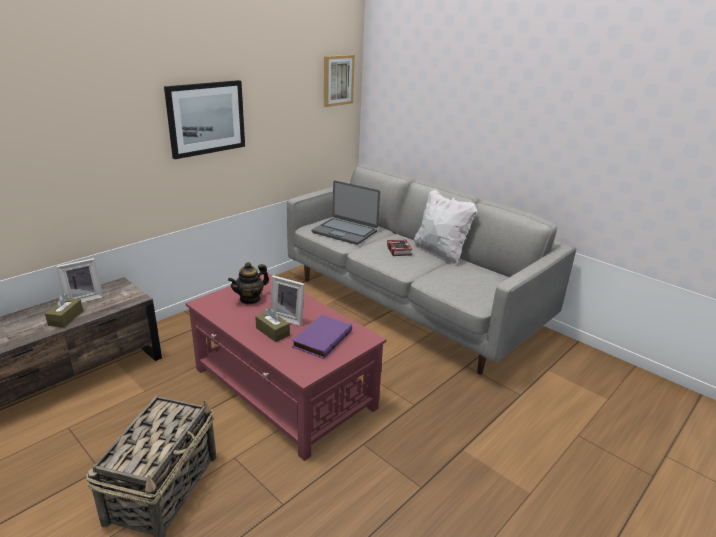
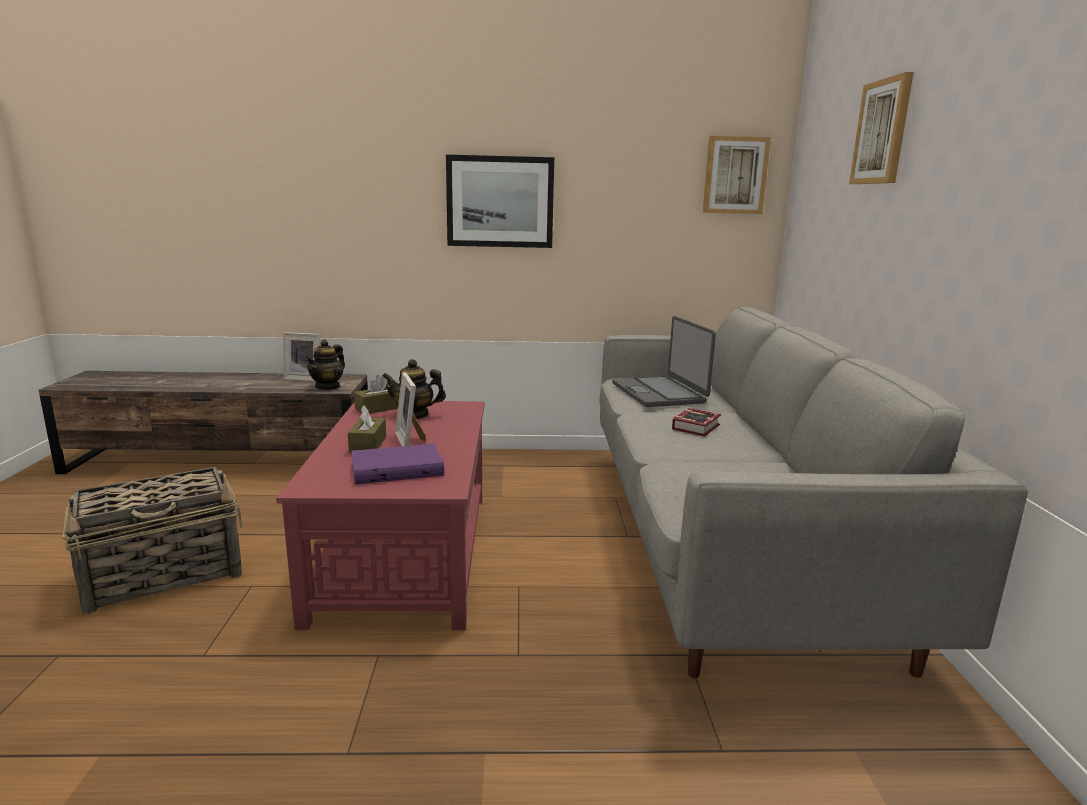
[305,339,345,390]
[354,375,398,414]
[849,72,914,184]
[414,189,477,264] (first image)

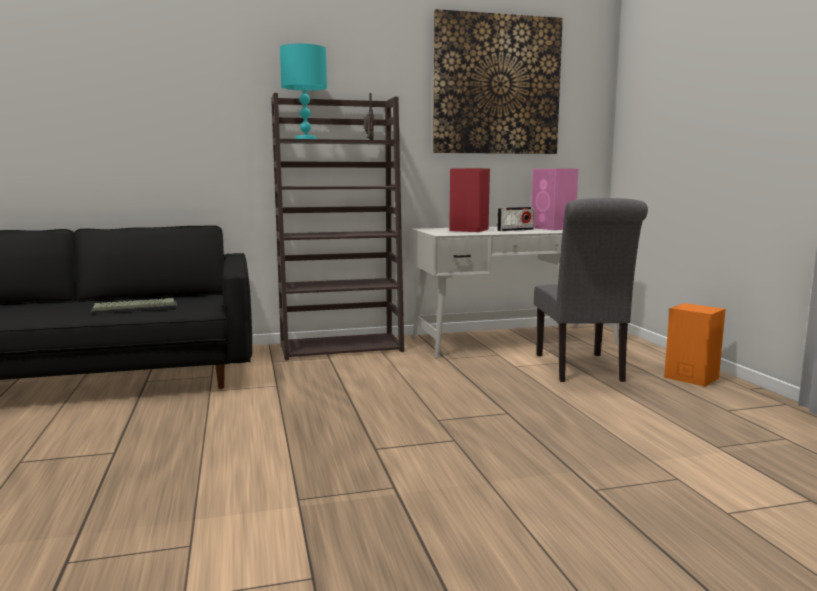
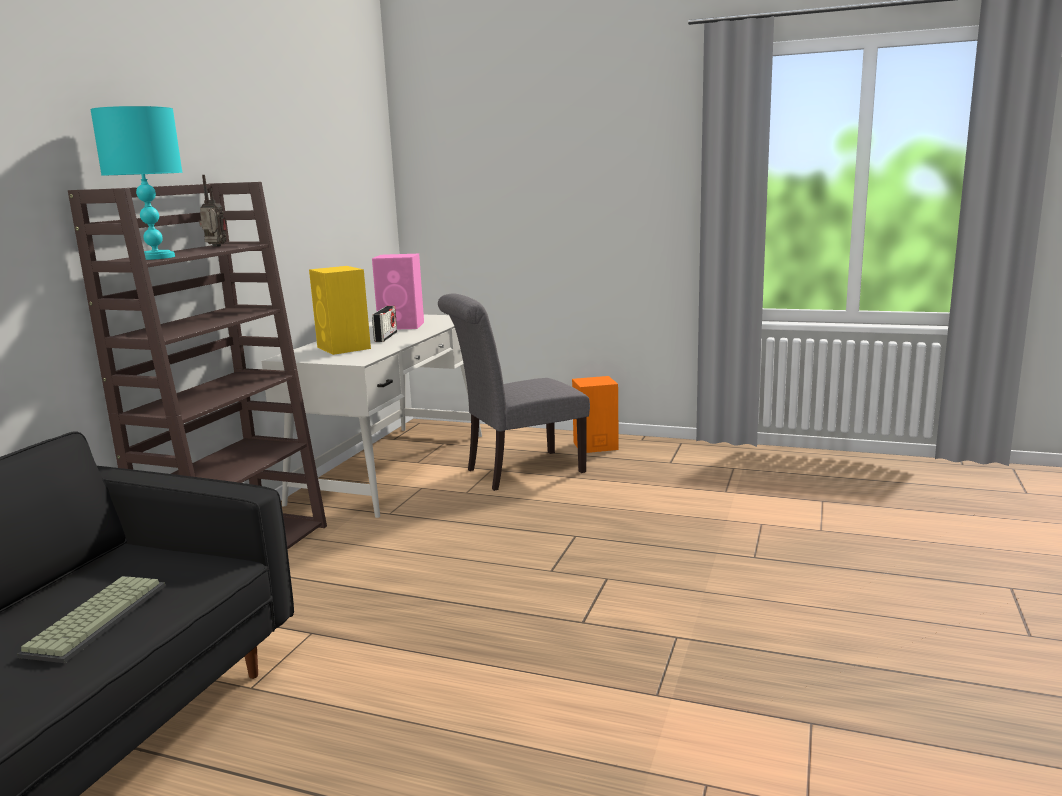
[309,266,371,355]
[438,294,590,491]
[433,9,563,154] (first image)

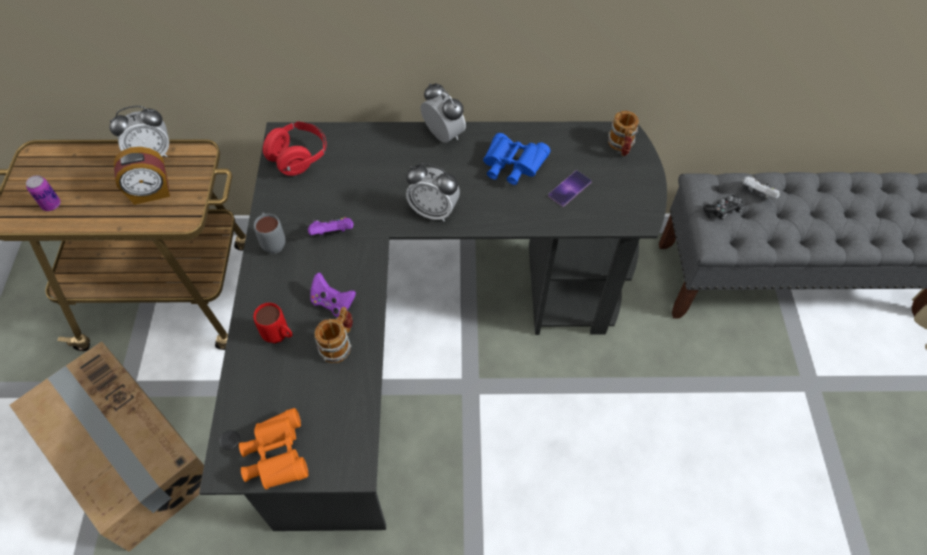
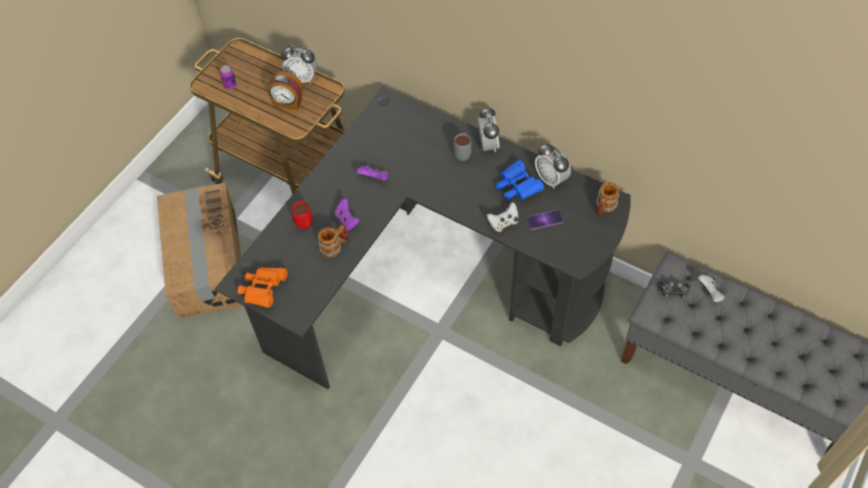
[454,132,471,161]
[487,202,518,232]
[535,143,571,189]
[263,121,327,176] (first image)

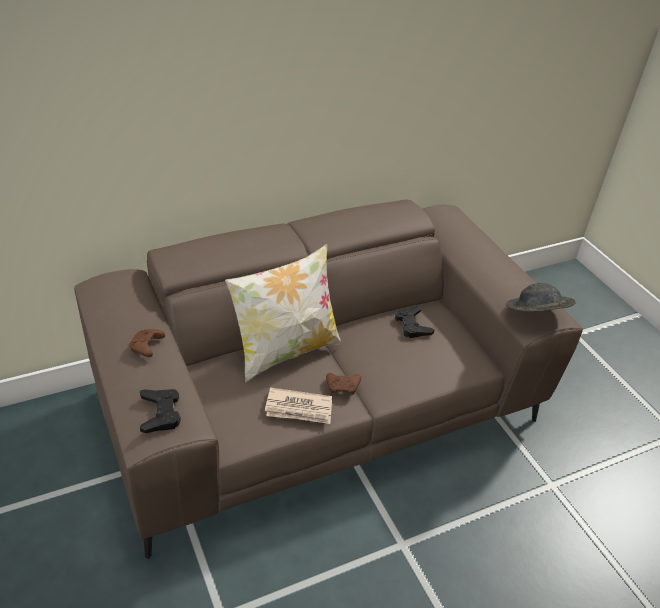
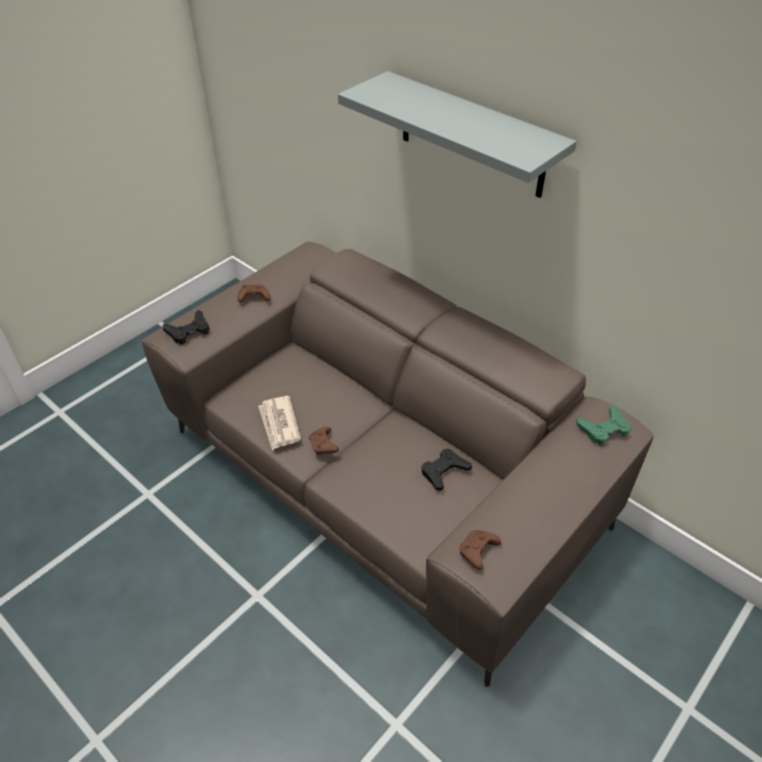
[338,71,577,198]
[459,530,501,570]
[576,404,631,445]
[225,244,341,383] (first image)

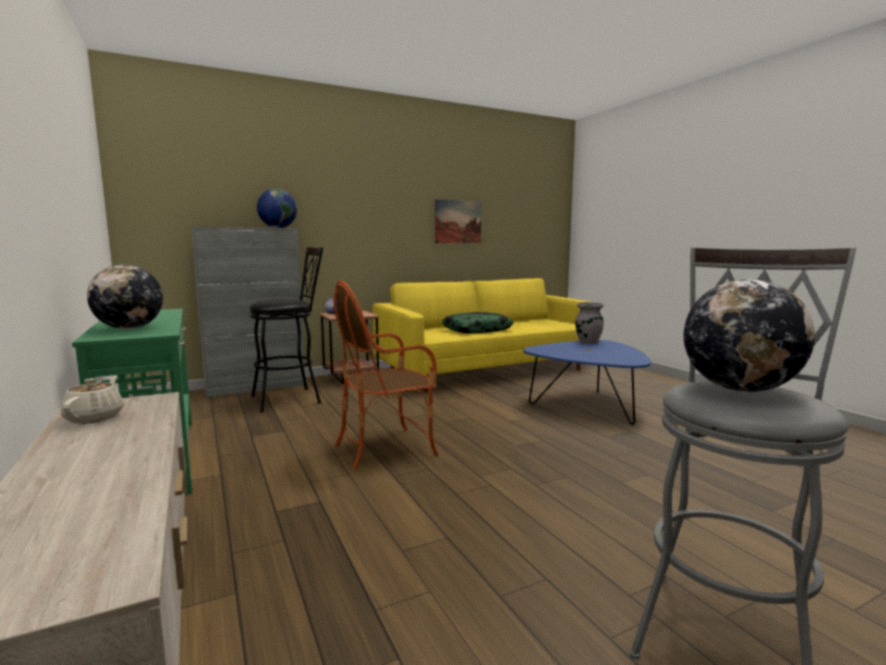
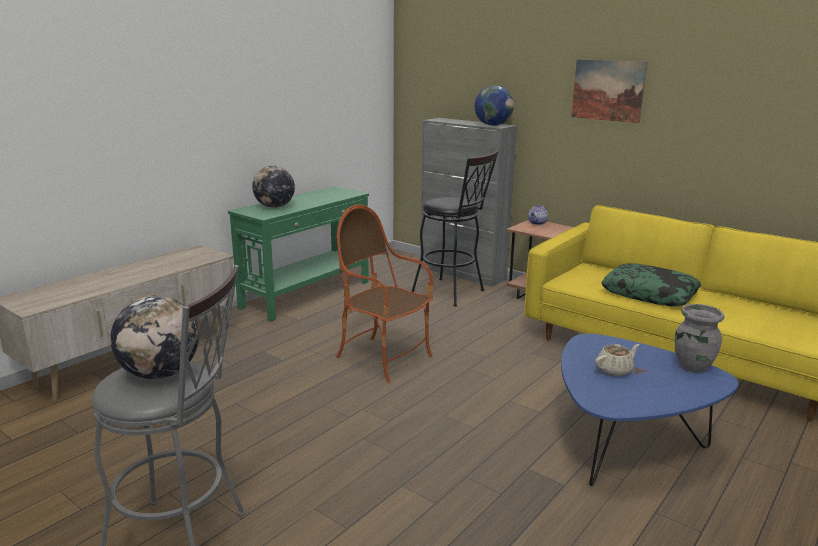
[571,59,647,123]
[595,344,639,376]

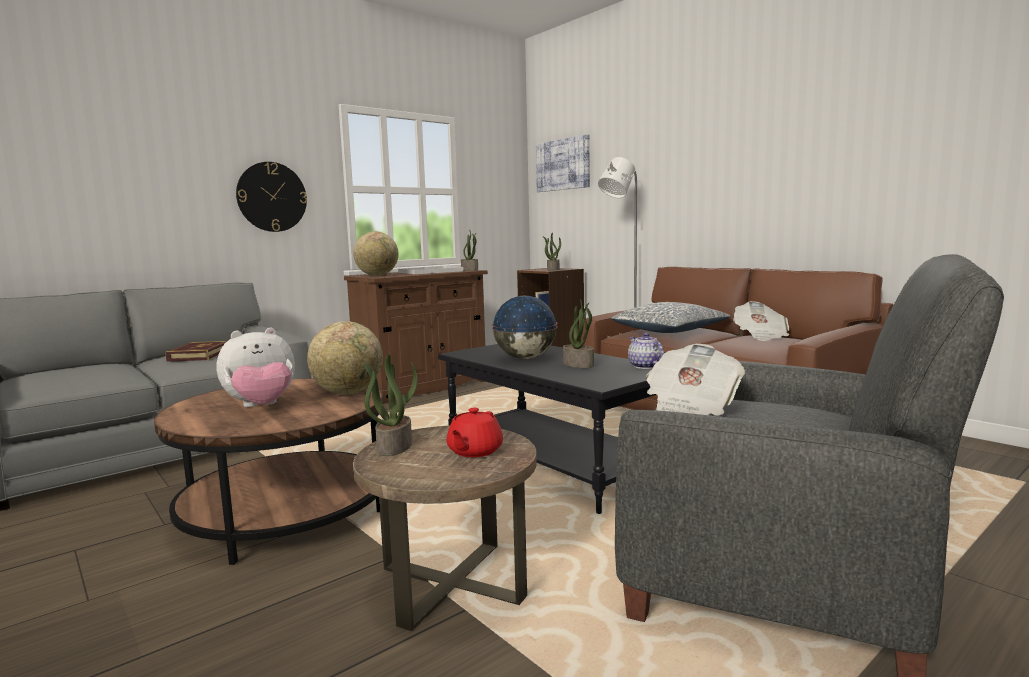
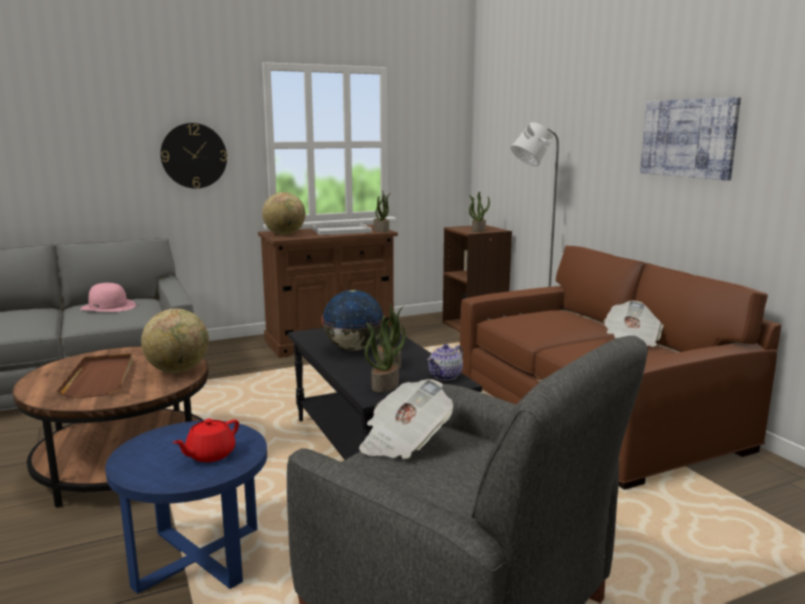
[57,354,132,398]
[80,283,136,312]
[105,420,267,594]
[365,318,406,393]
[427,344,463,381]
[640,97,741,181]
[611,302,730,333] (first image)

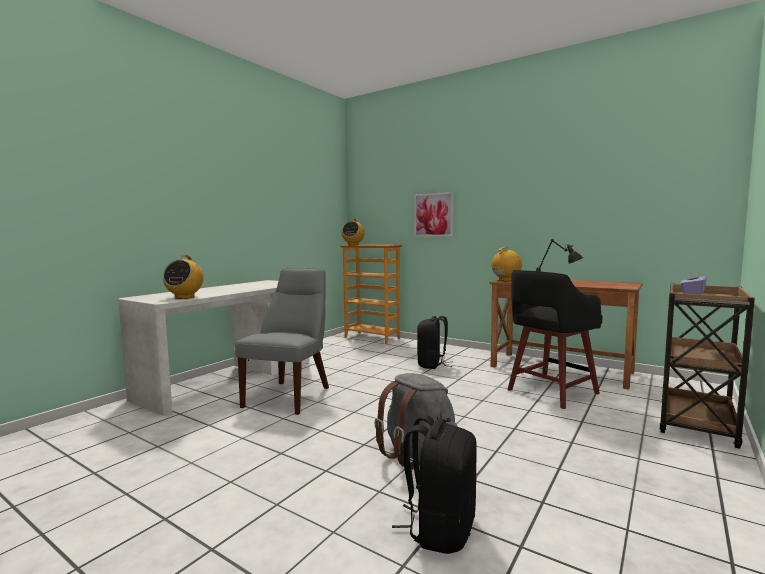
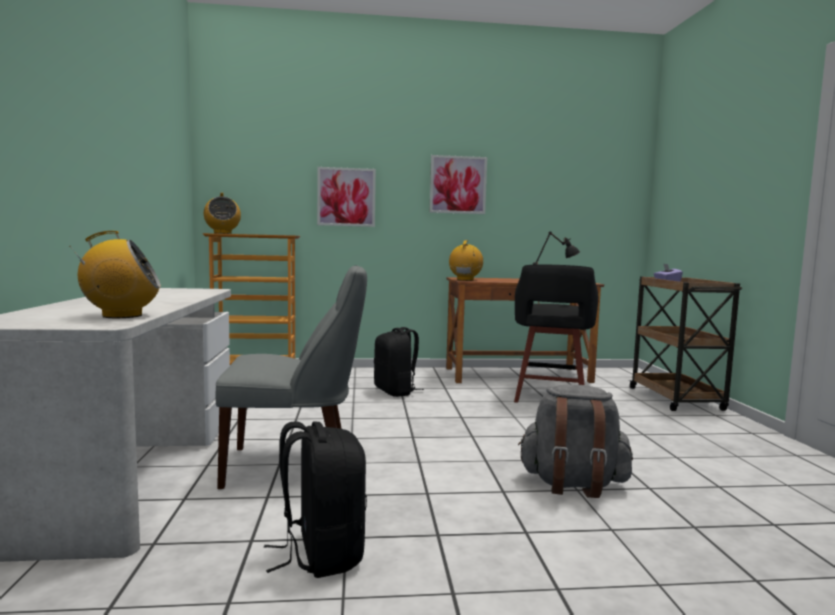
[69,231,161,318]
[216,265,367,489]
[264,421,367,578]
[430,155,487,214]

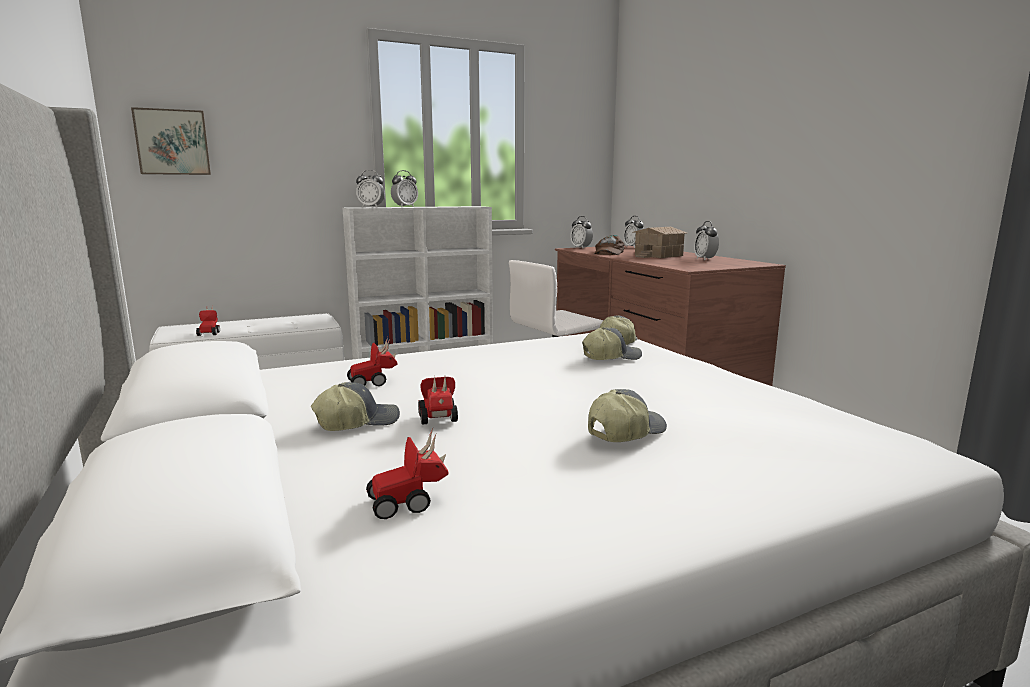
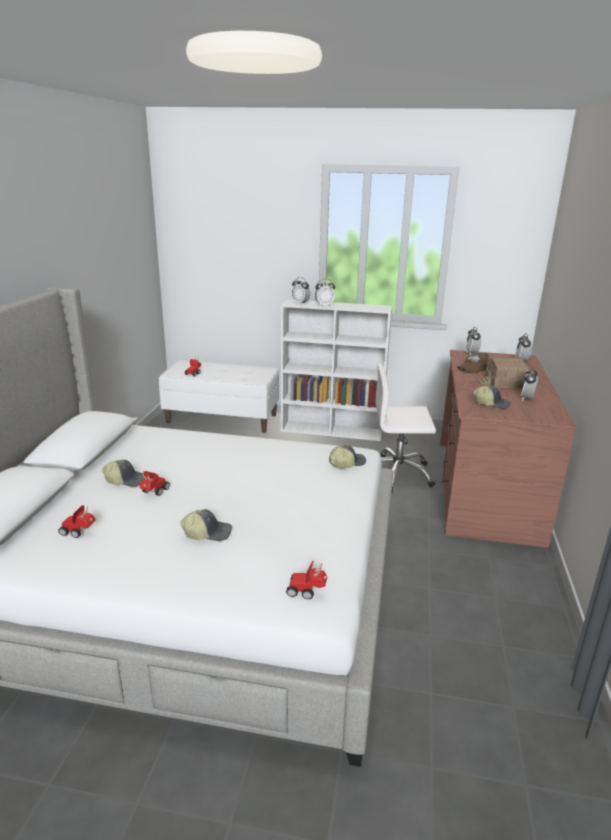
[286,561,327,599]
[473,386,511,409]
[131,107,211,175] (first image)

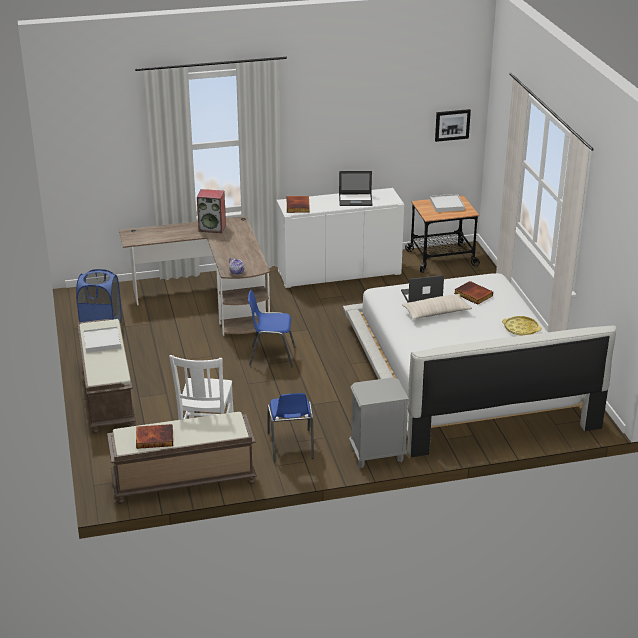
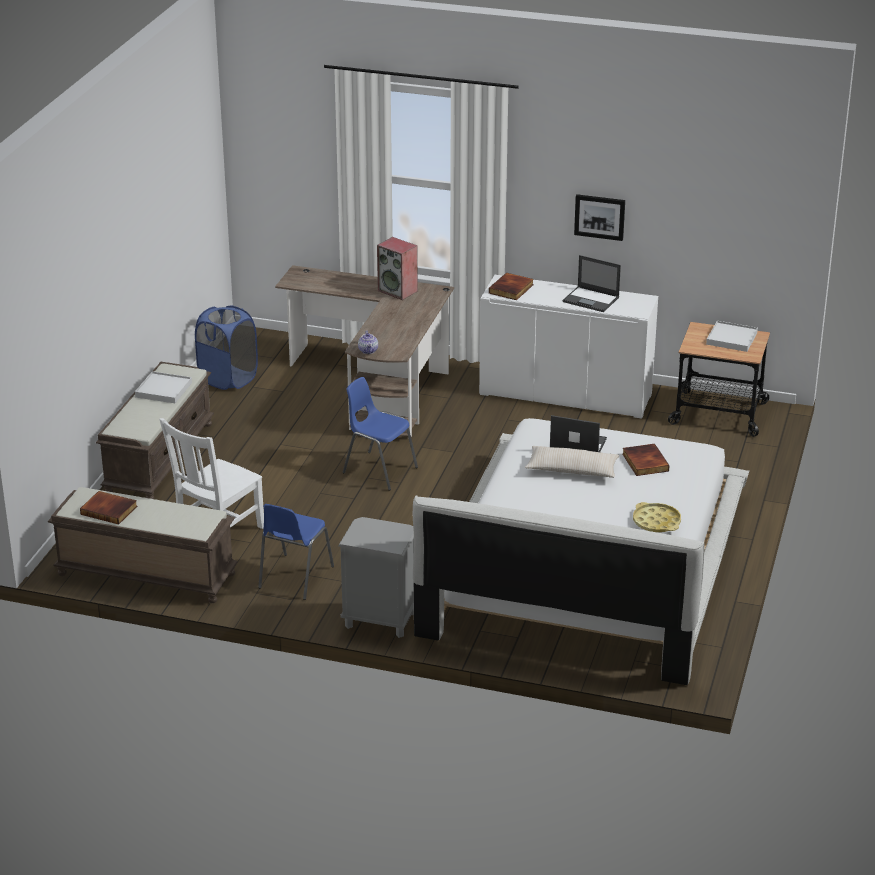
[574,194,625,241]

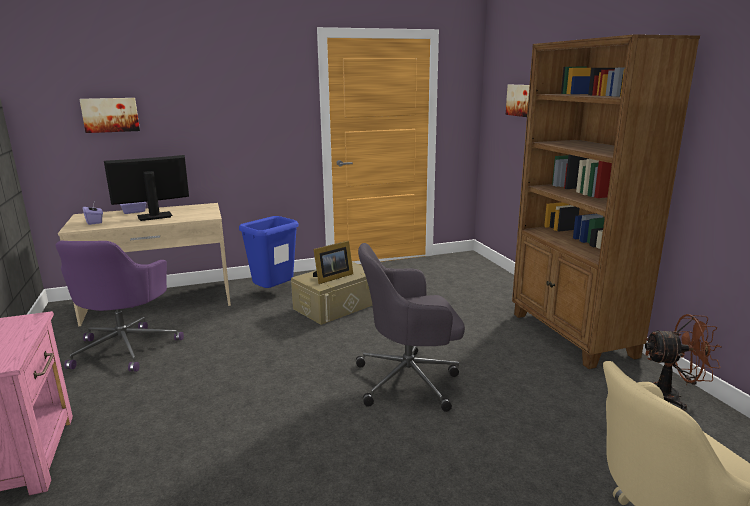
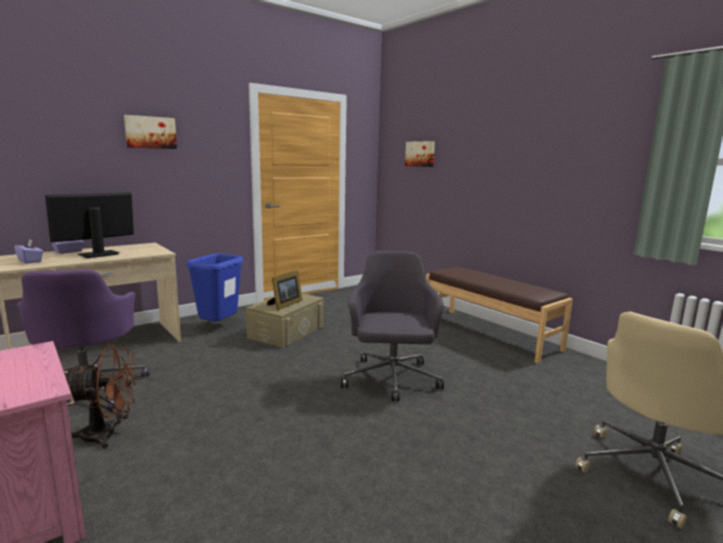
[65,345,137,449]
[124,115,177,149]
[341,251,444,401]
[426,267,573,363]

